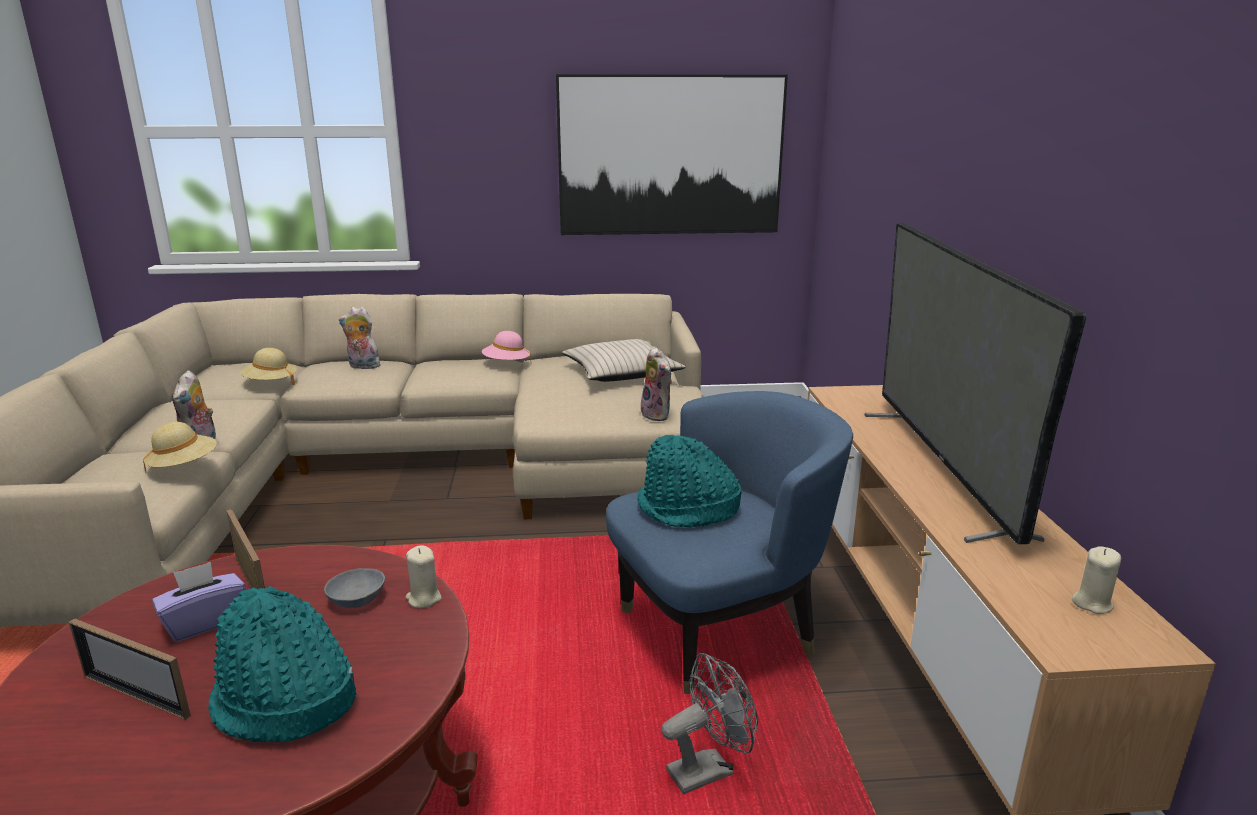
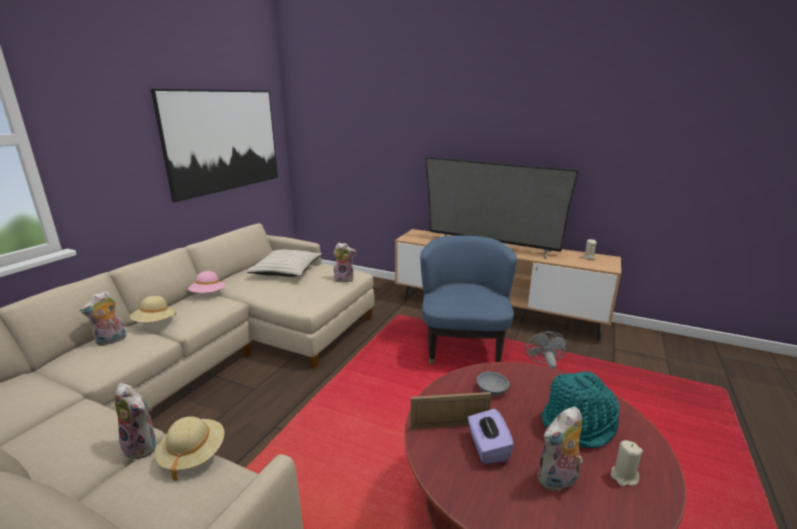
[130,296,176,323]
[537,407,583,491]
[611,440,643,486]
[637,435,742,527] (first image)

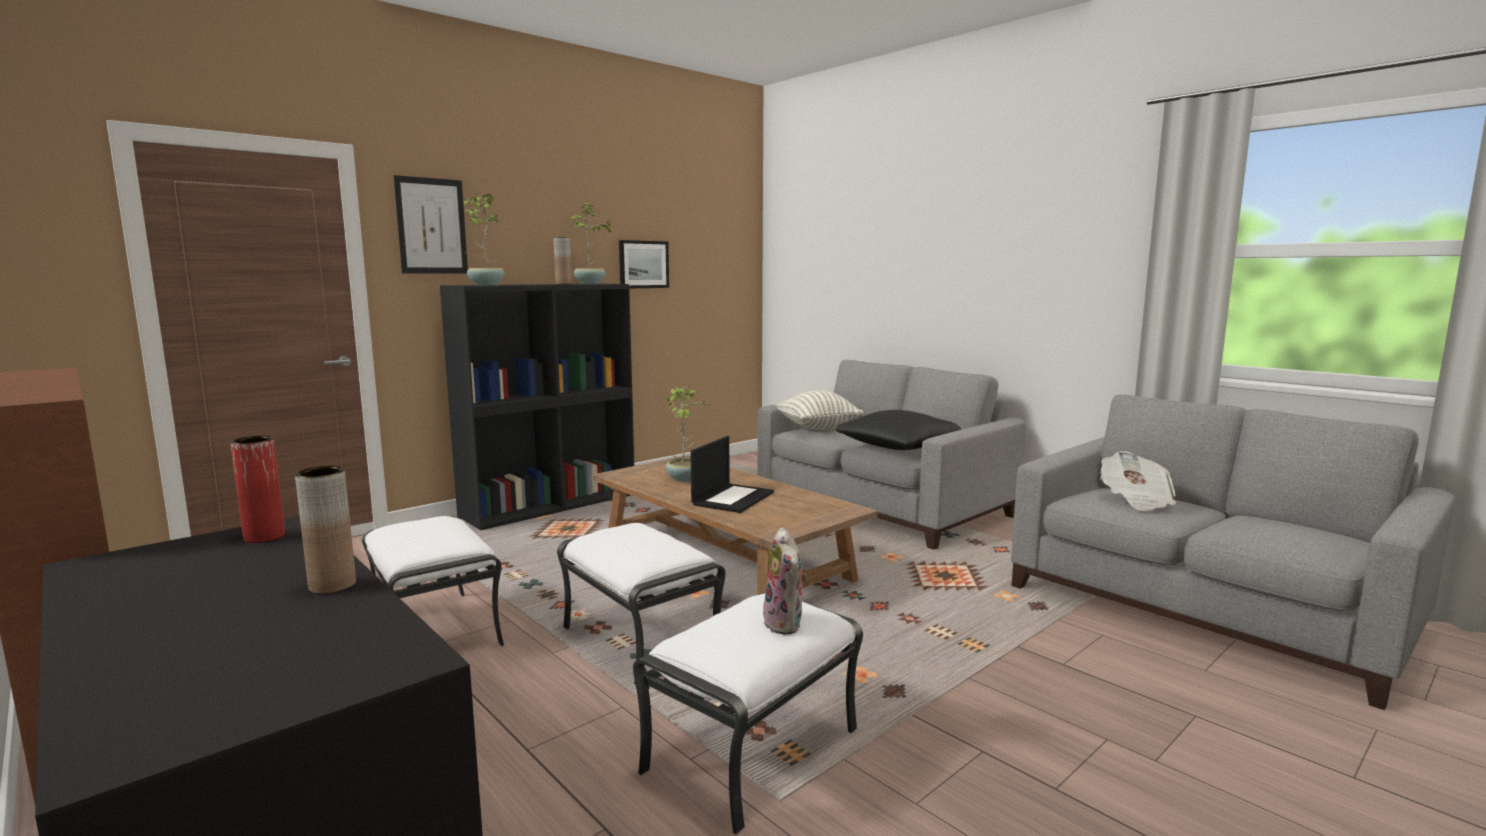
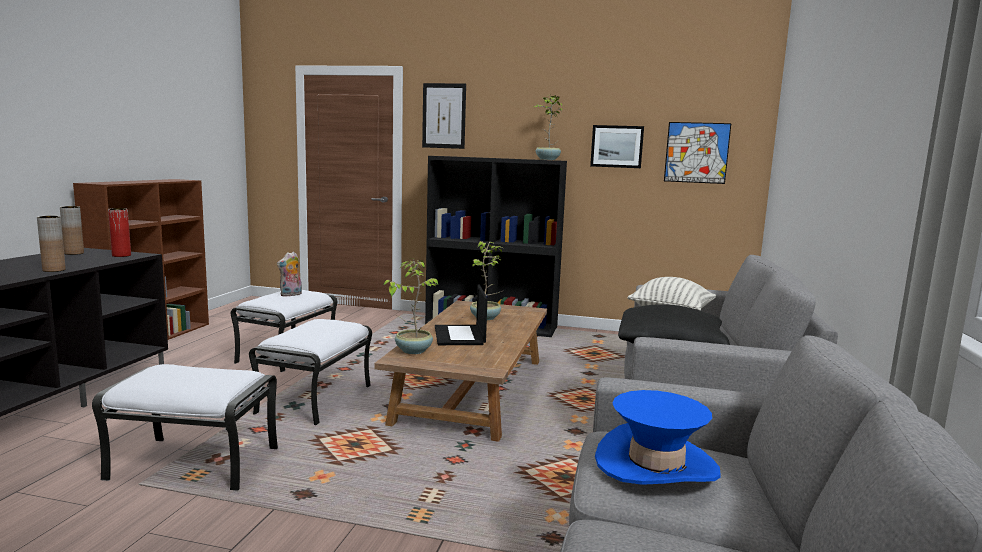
[60,206,84,255]
[277,251,302,297]
[383,258,438,354]
[435,285,488,345]
[595,390,721,485]
[664,122,731,184]

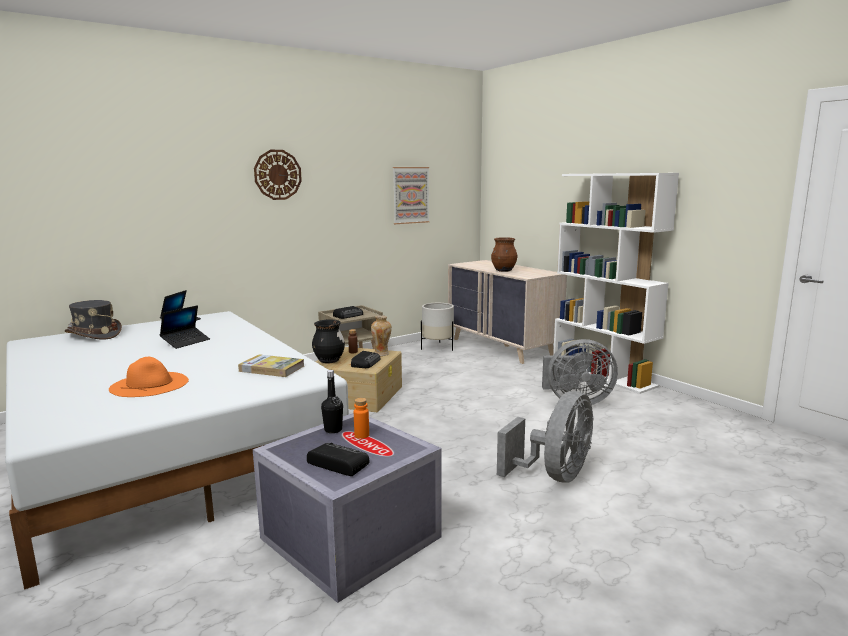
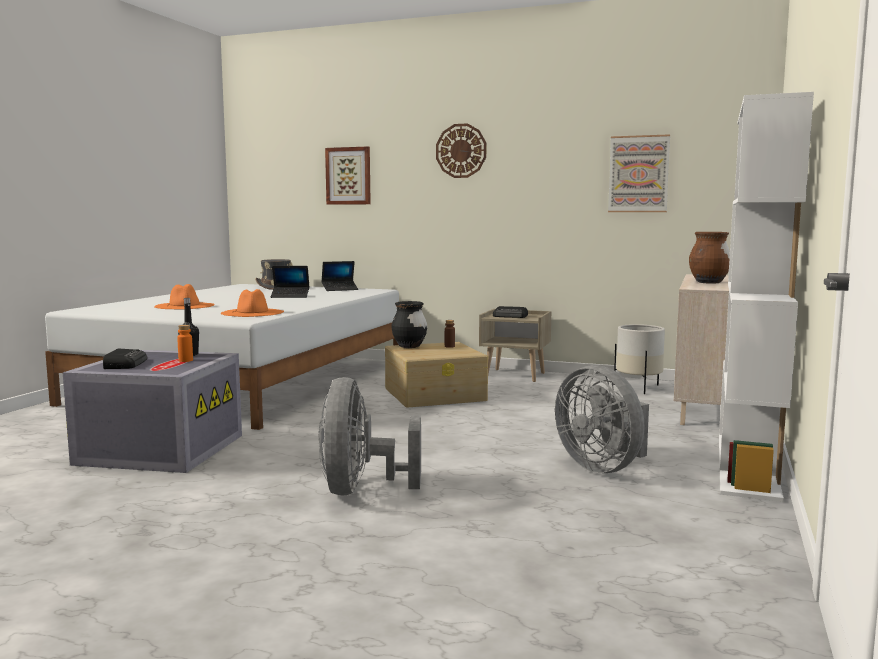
[221,289,284,317]
[318,377,421,496]
[325,146,371,205]
[351,351,380,368] (first image)
[371,315,392,356] (first image)

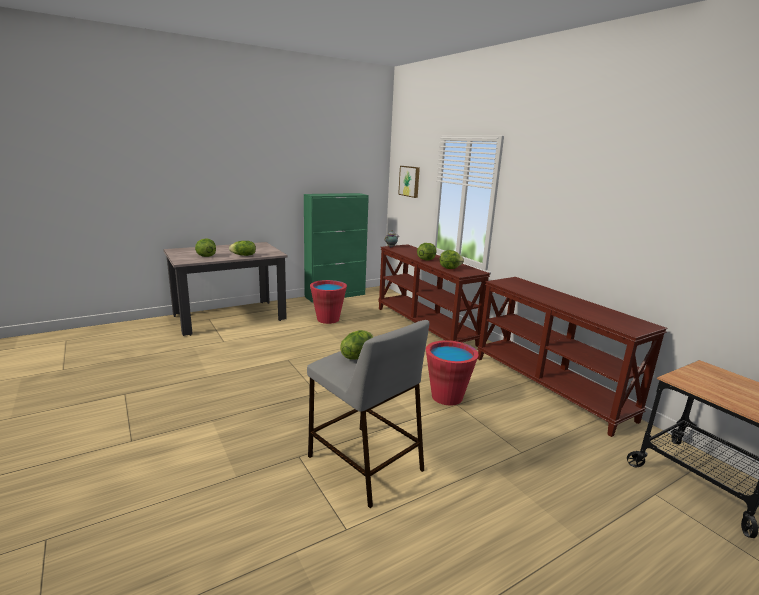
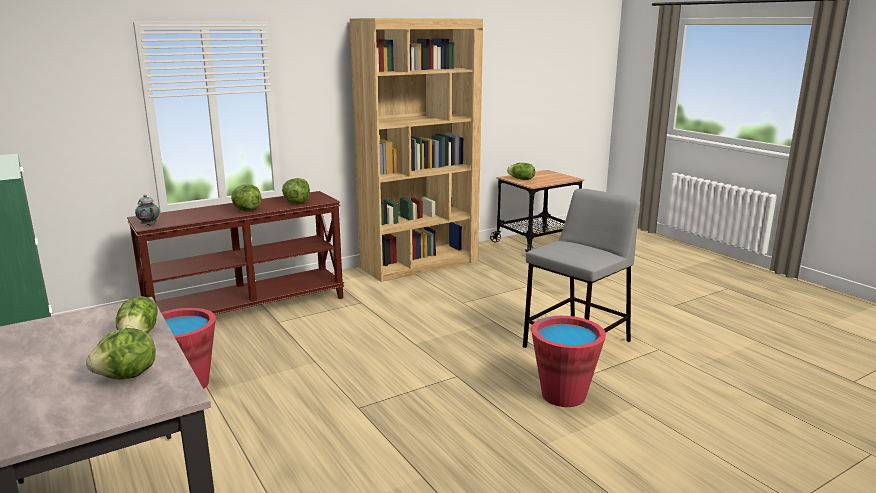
[350,18,483,282]
[507,163,535,180]
[531,316,606,407]
[398,166,420,198] (first image)

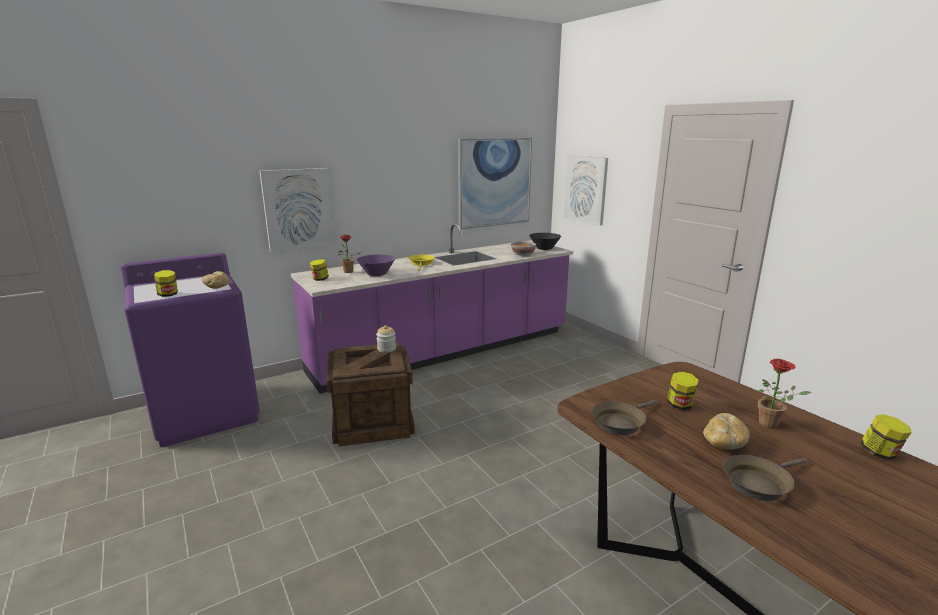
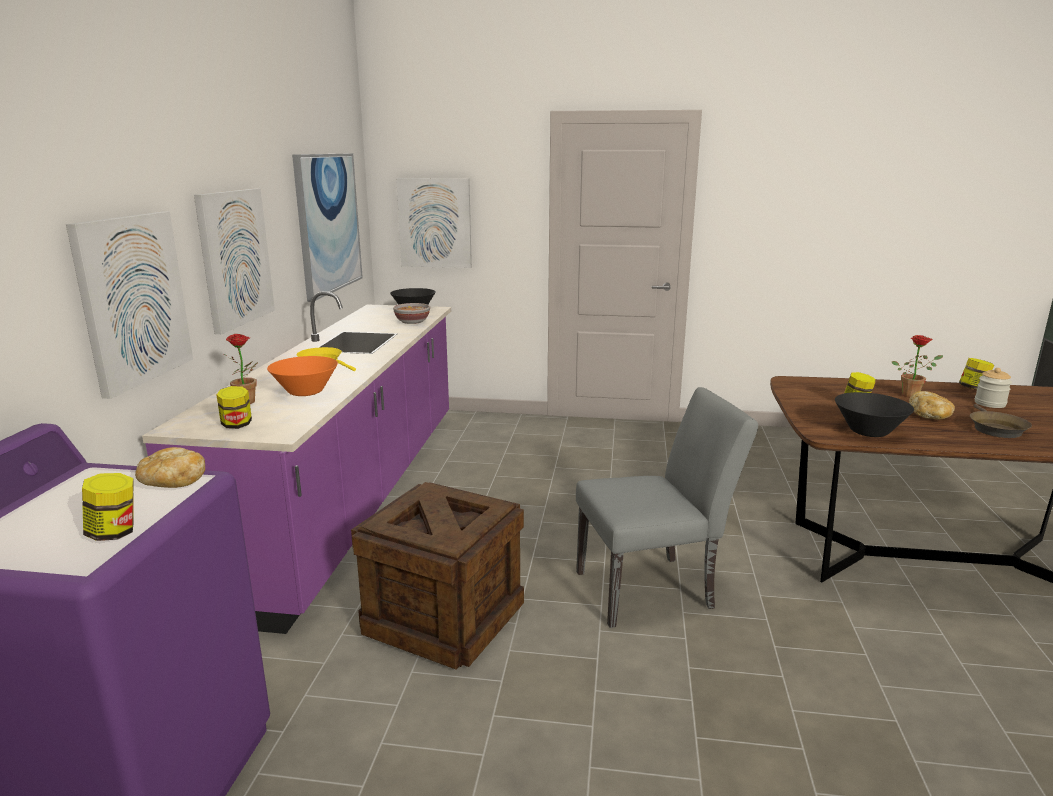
[194,188,275,334]
[267,356,338,396]
[576,387,758,628]
[835,392,914,437]
[975,368,1012,408]

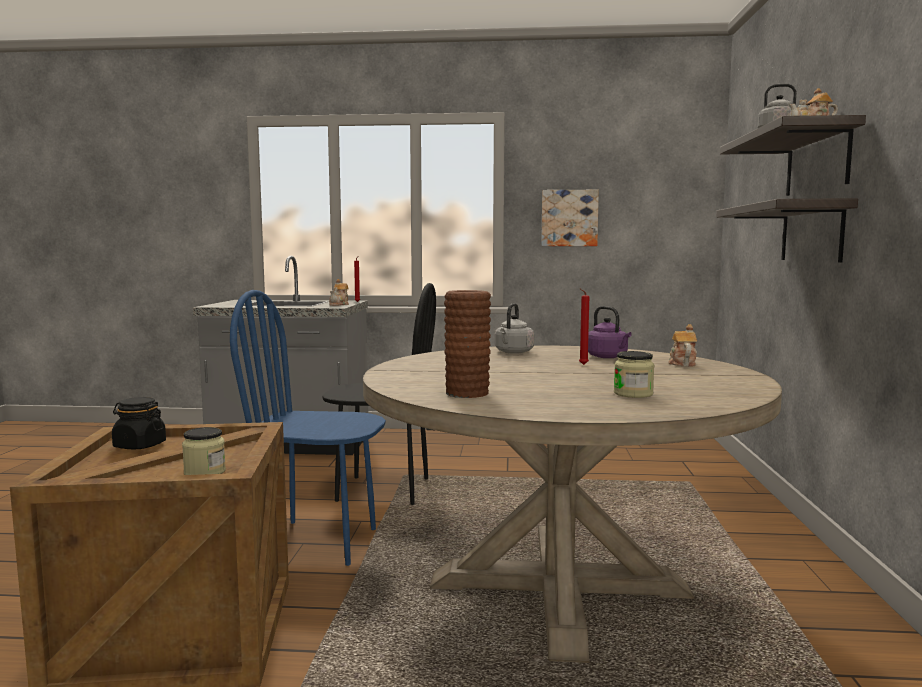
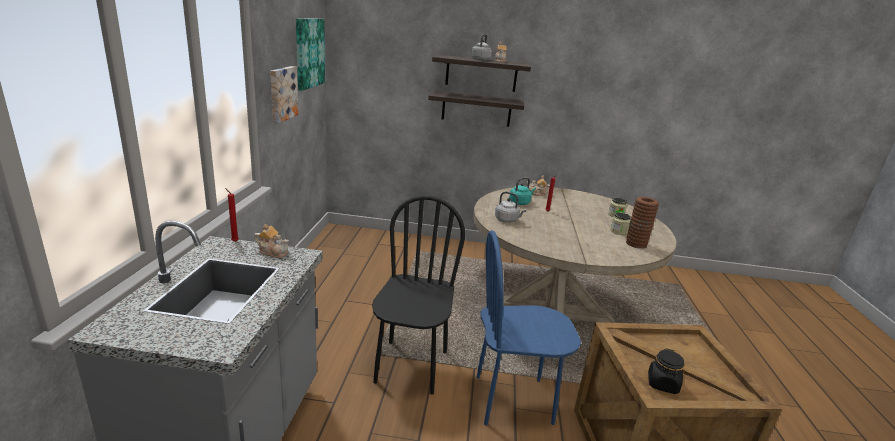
[296,19,325,91]
[476,230,581,426]
[509,177,536,205]
[610,212,631,235]

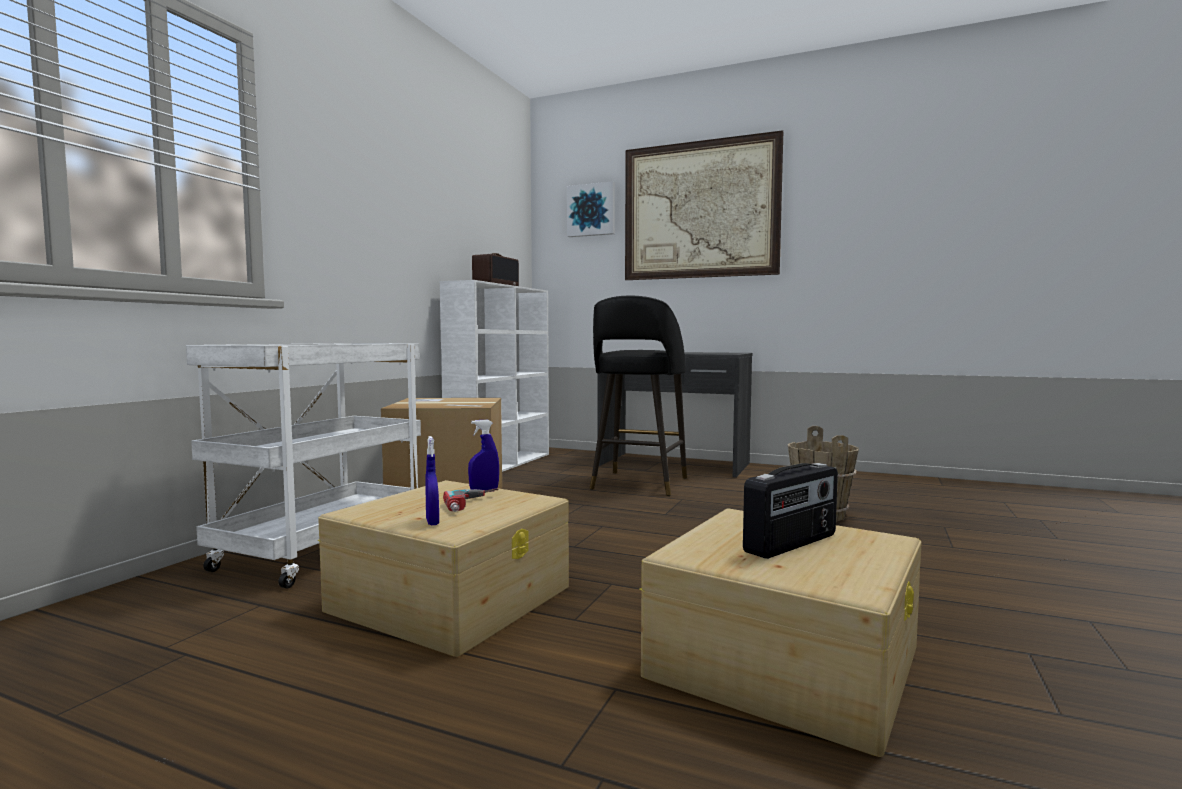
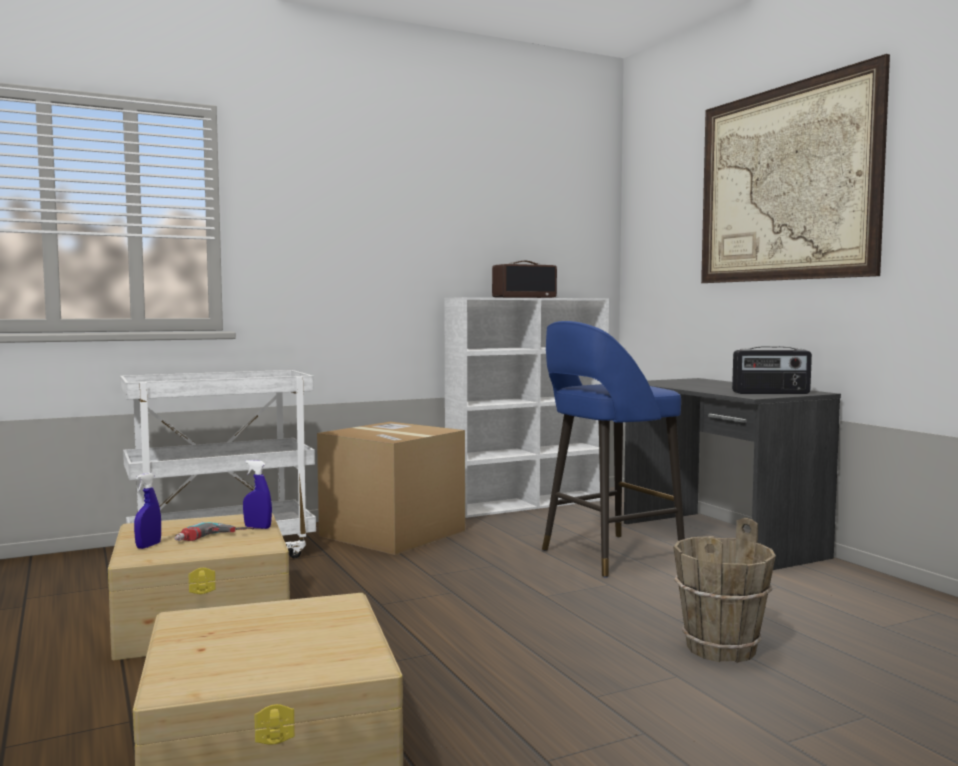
[542,321,685,578]
[732,347,812,394]
[567,181,615,237] (first image)

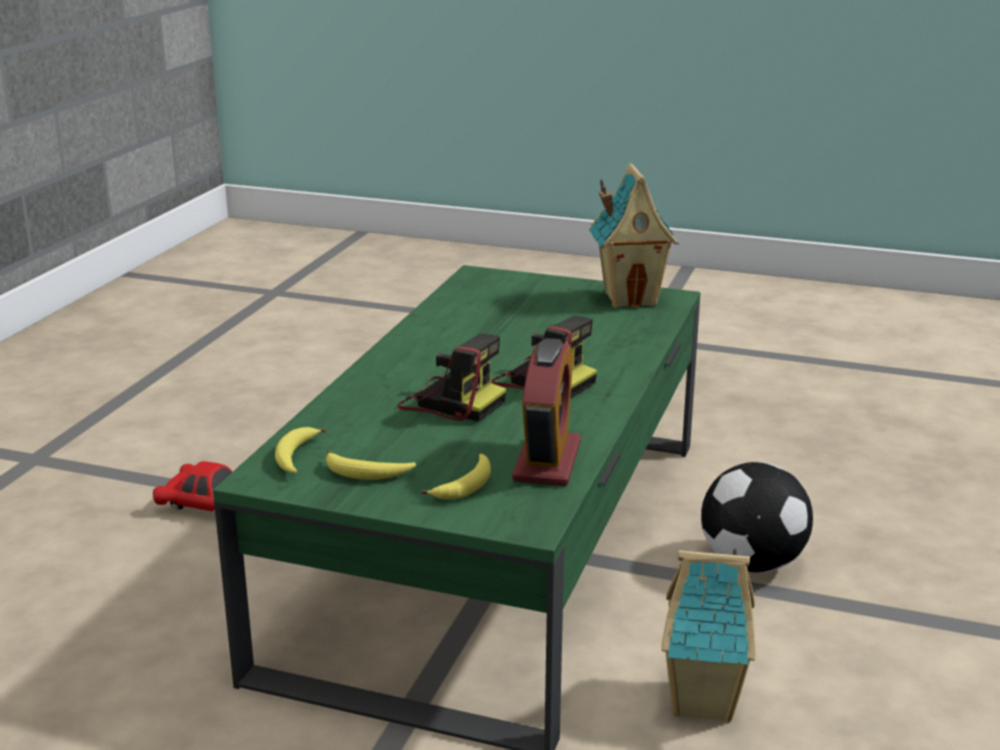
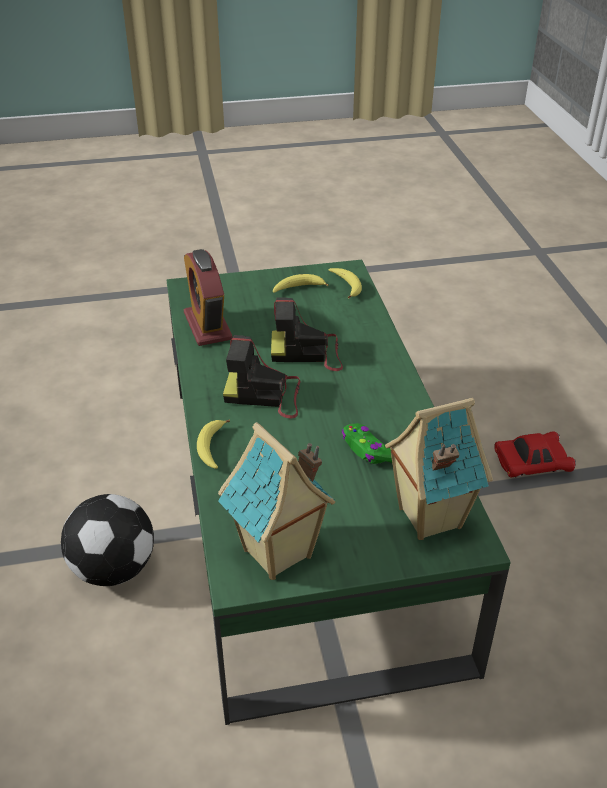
[197,420,230,469]
[342,423,392,464]
[385,398,493,540]

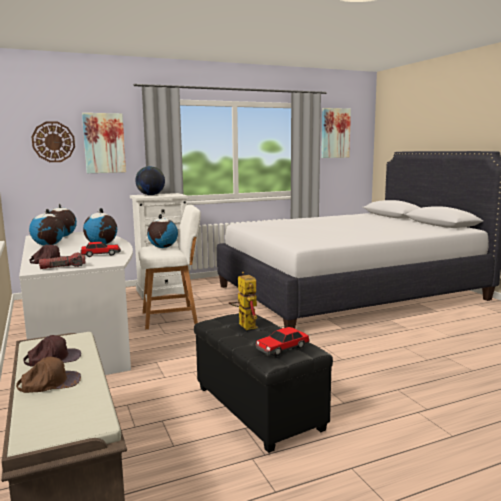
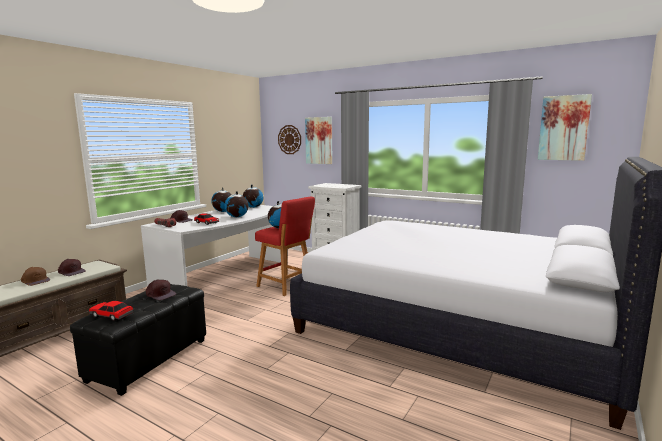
[146,279,176,300]
[255,197,315,296]
[135,166,165,195] (first image)

